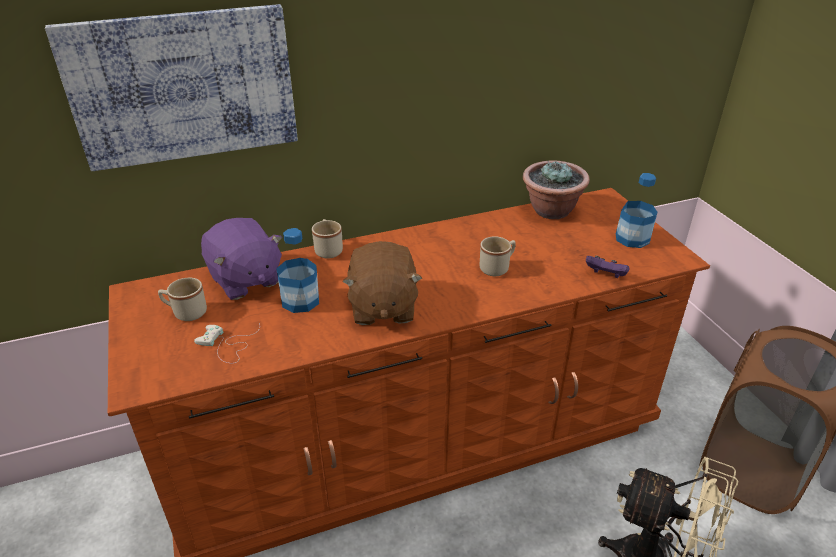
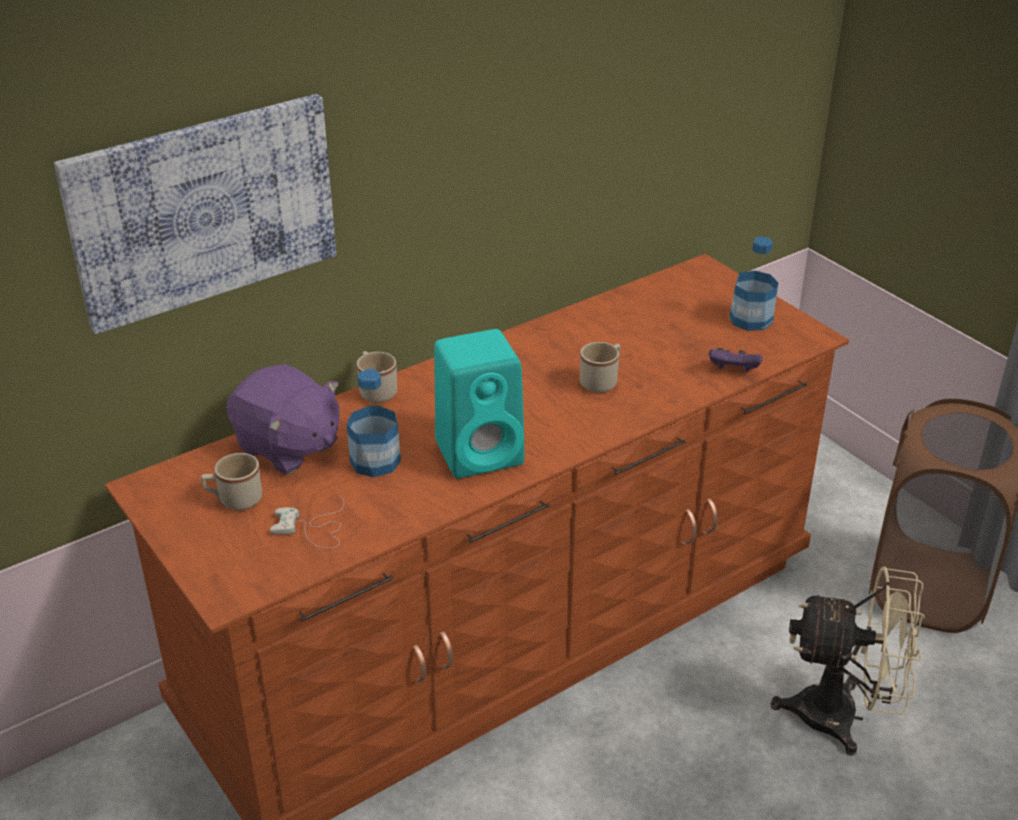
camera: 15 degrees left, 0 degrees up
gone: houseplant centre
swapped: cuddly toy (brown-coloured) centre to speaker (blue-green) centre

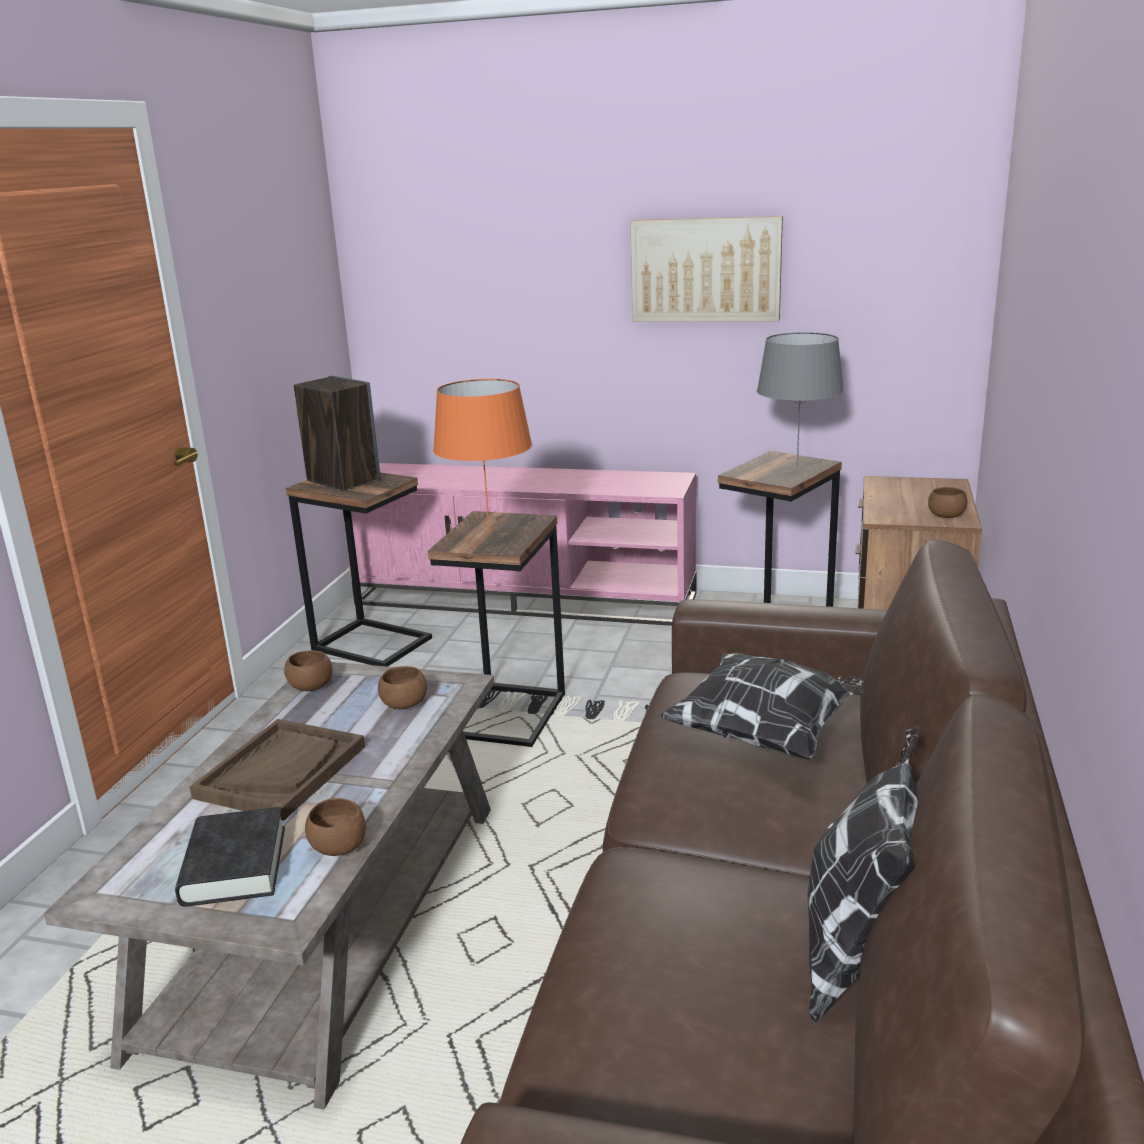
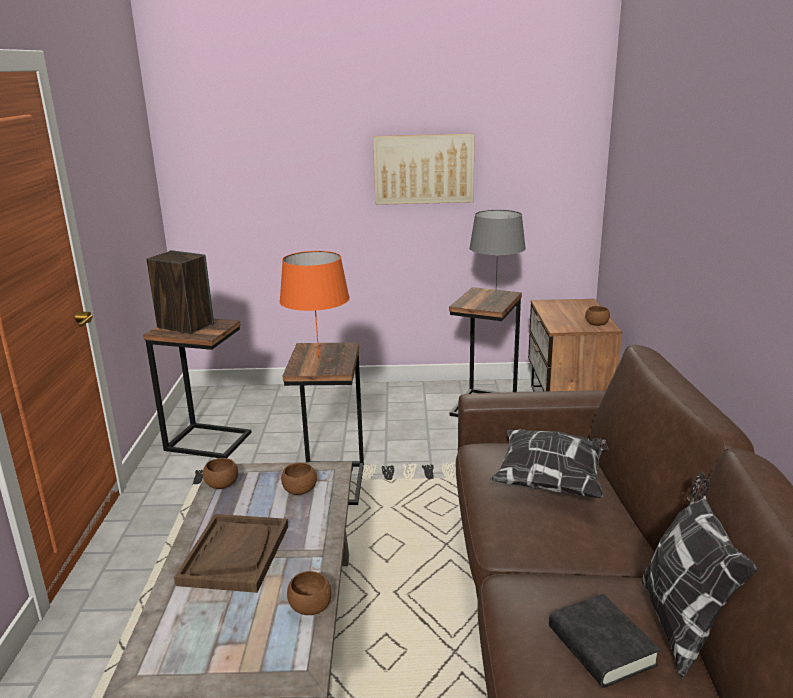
camera: 15 degrees left, 0 degrees up
gone: tv unit (pinkish) centre
shifted: volume (blackish) bottom left to bottom right

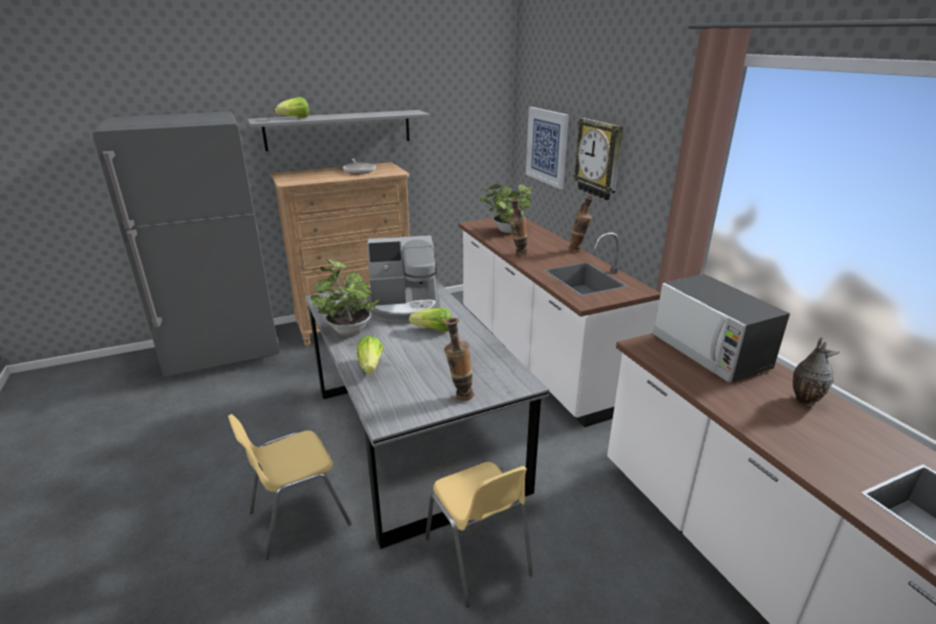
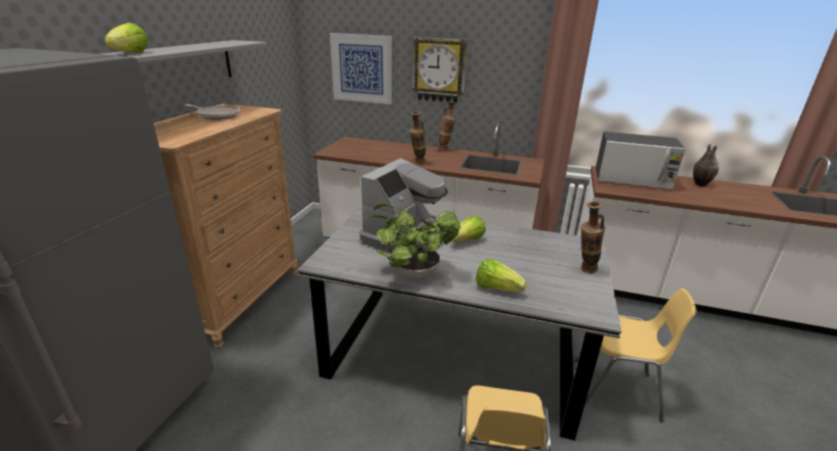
camera: 50 degrees left, 0 degrees up
gone: houseplant (no. 2 from left) centre

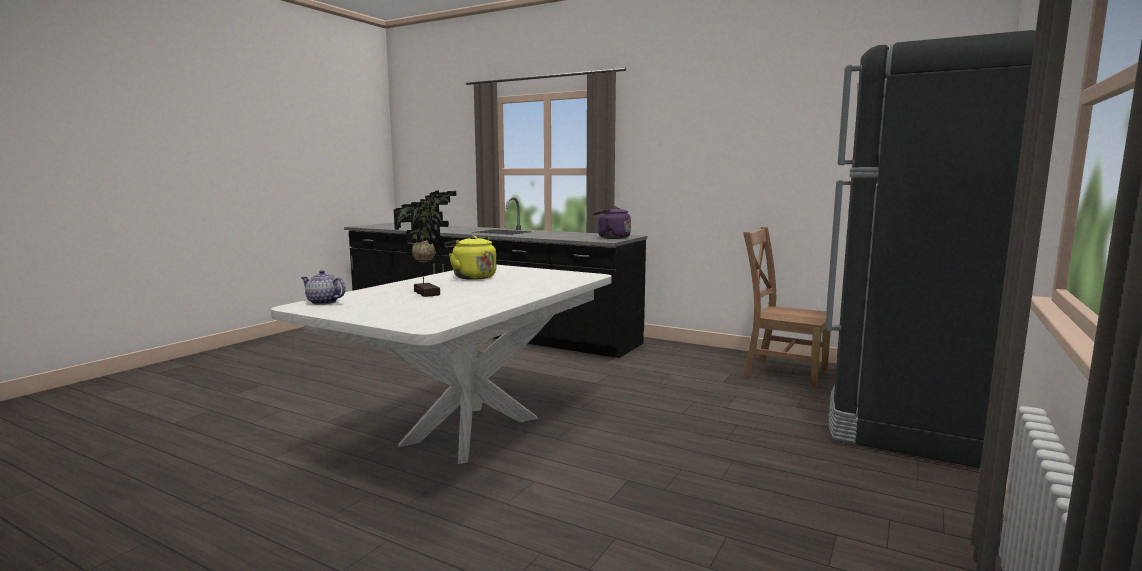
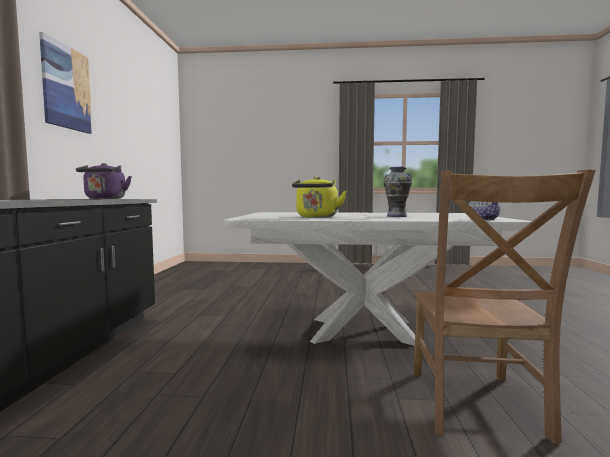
camera: 115 degrees left, 5 degrees down
gone: refrigerator (blackish) middle right
new: picture top left
shifted: plain chair (brown-coloured) middle right to bottom right
swapped: houseplant centre to vase centre

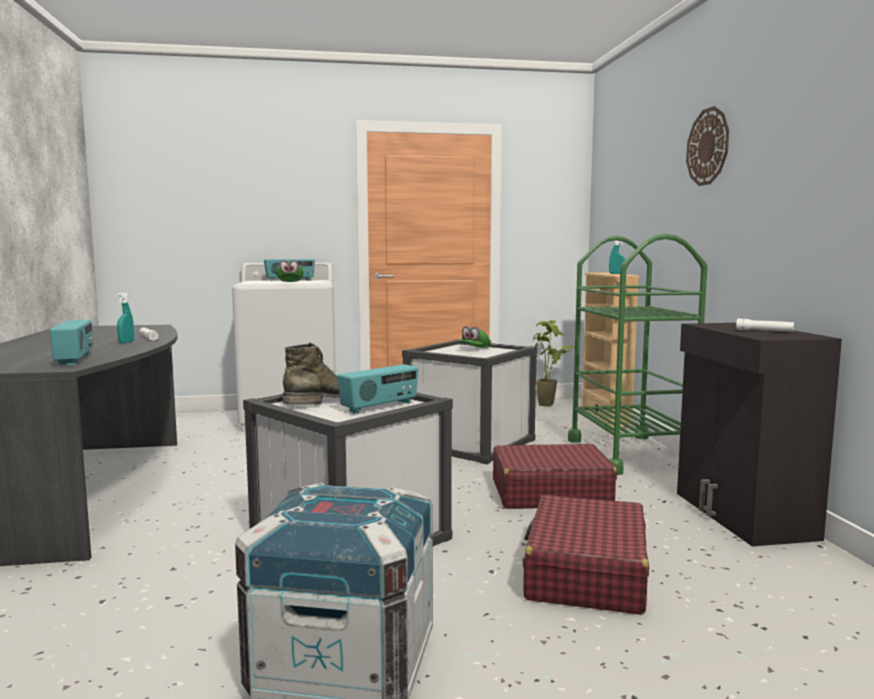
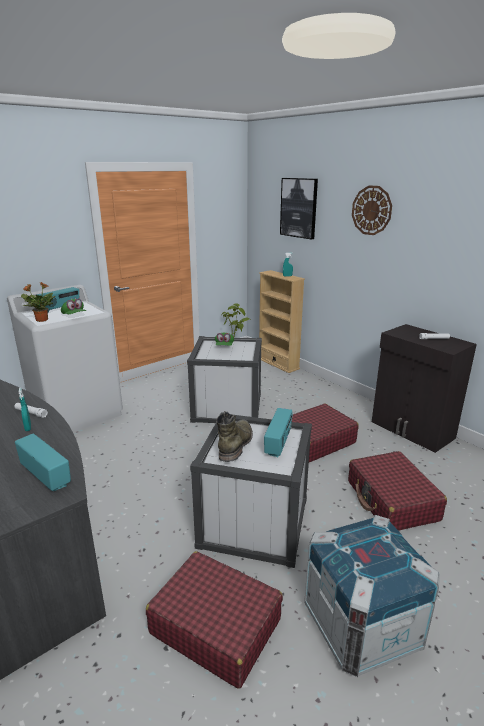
camera: 30 degrees left, 15 degrees up
gone: wheeled cart (green) middle right
new: houseplant (no. 1 from left) middle left; travel case (red-coloured) (no. 1 from left) bottom centre; picture top centre

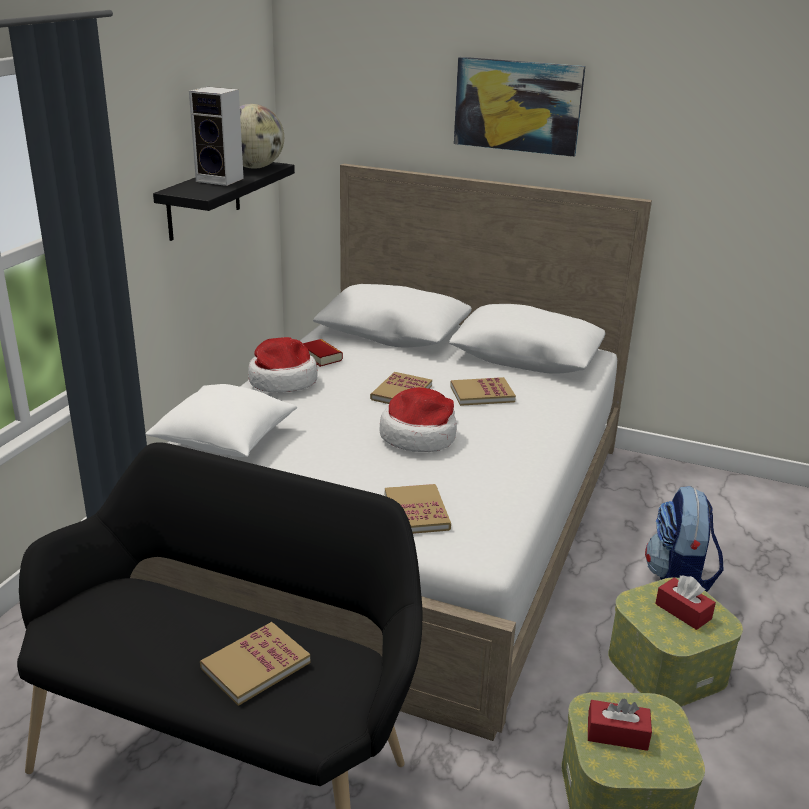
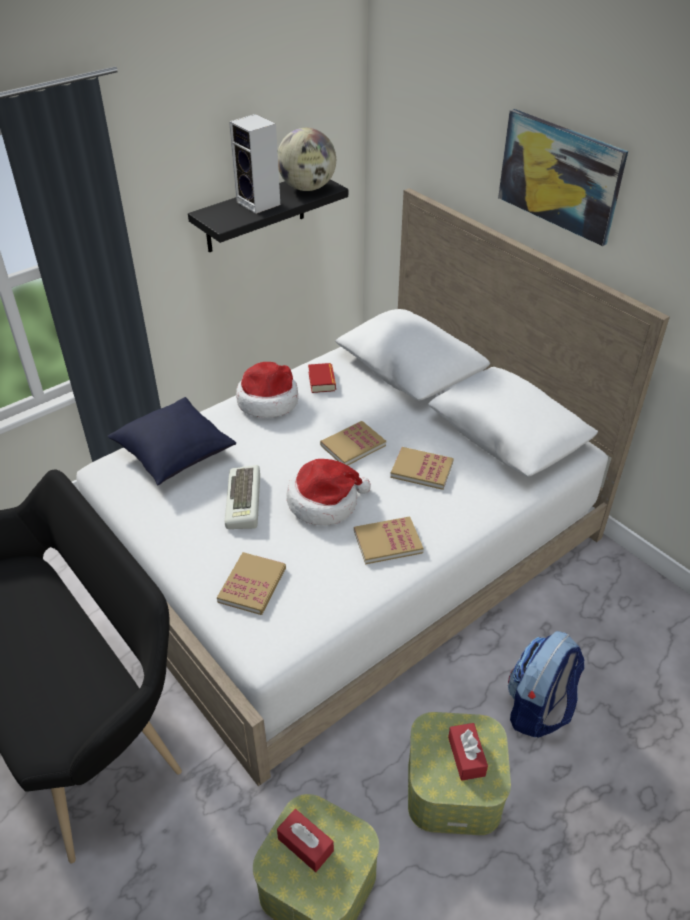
camera: 30 degrees right, 15 degrees up
new: keyboard centre
shifted: volume (no. 1 from left in the first image) bottom left to volume (no. 4 from left) centre
repainted: cushion (whitish) middle left to cushion (blue-coloured) middle left

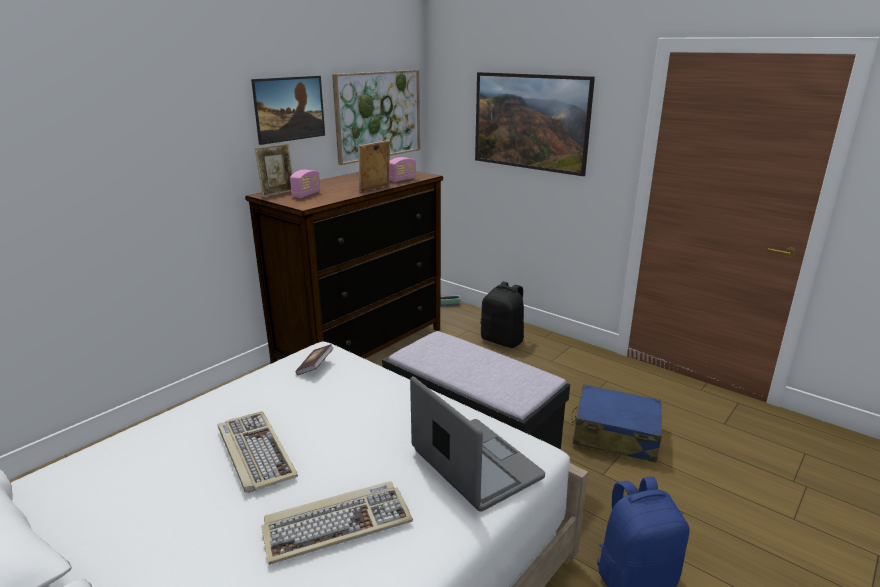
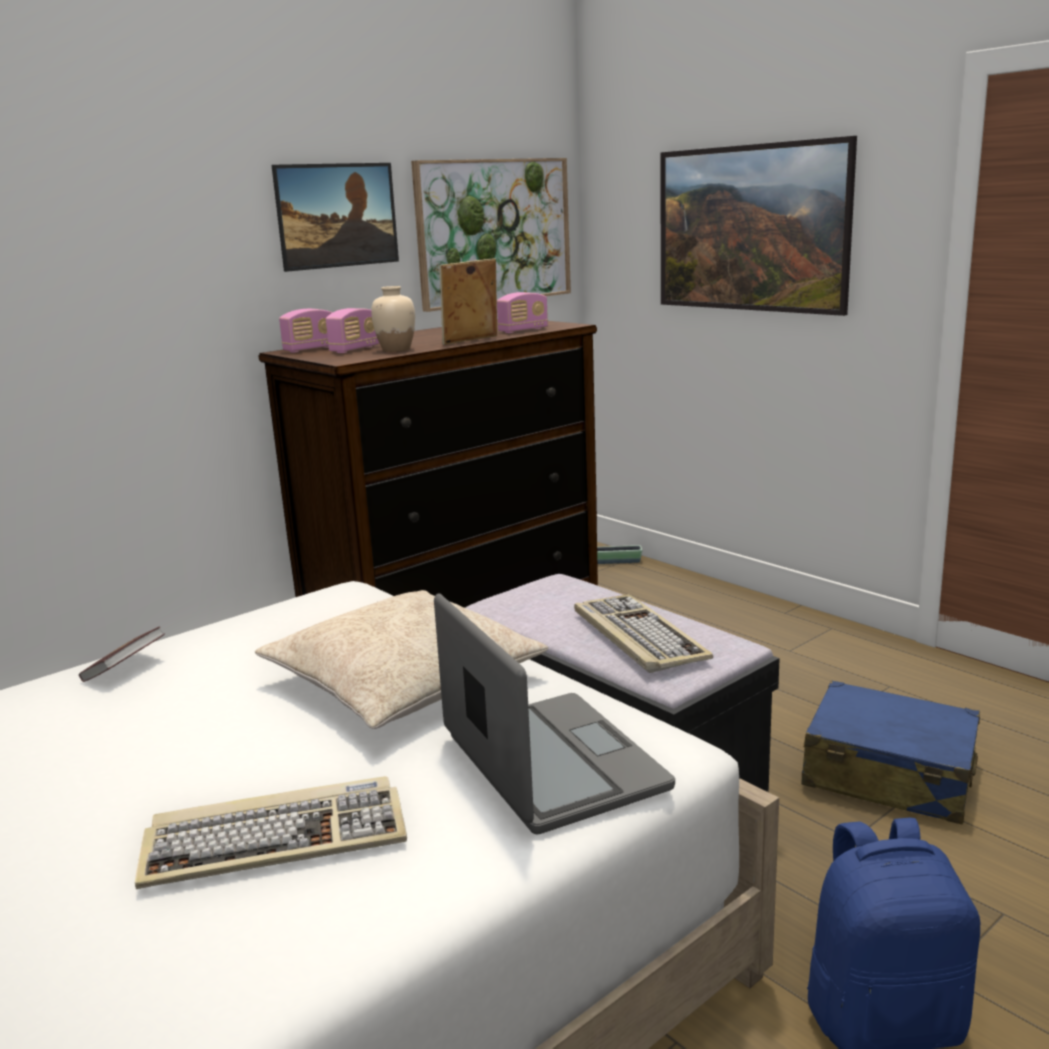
camera: 10 degrees right, 5 degrees down
gone: knapsack (blackish) centre
new: cushion (sand-coloured) centre; vase (sand-coloured) top centre
shifted: keyboard (no. 1 from left in the first image) bottom left to keyboard (no. 2 from left) centre; volume centre to middle left
swapped: picture frame (no. 1 from left) top left to radio (no. 1 from left) top left

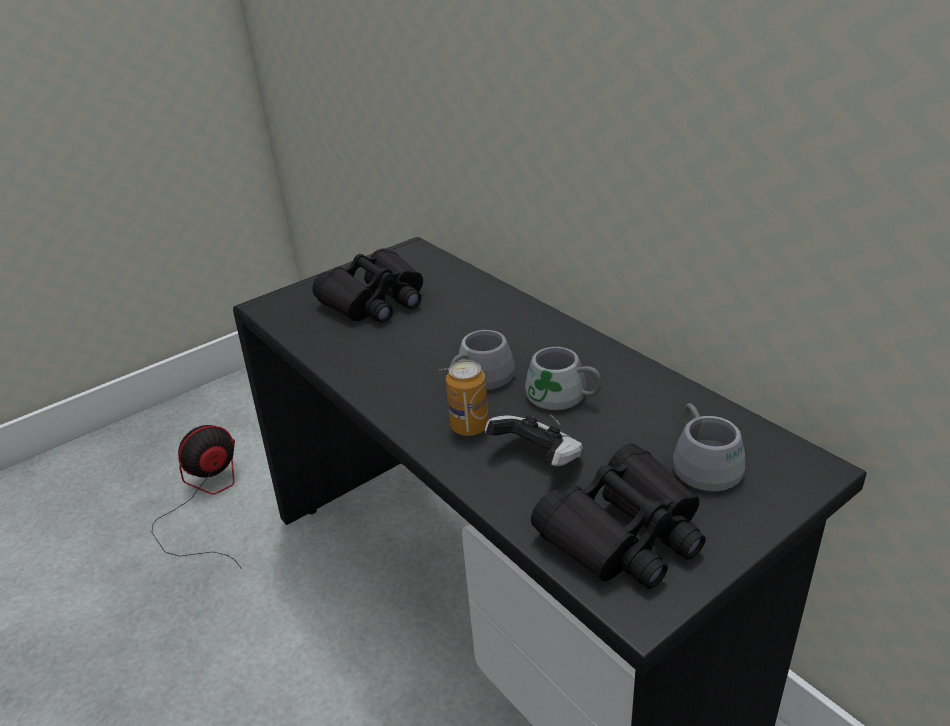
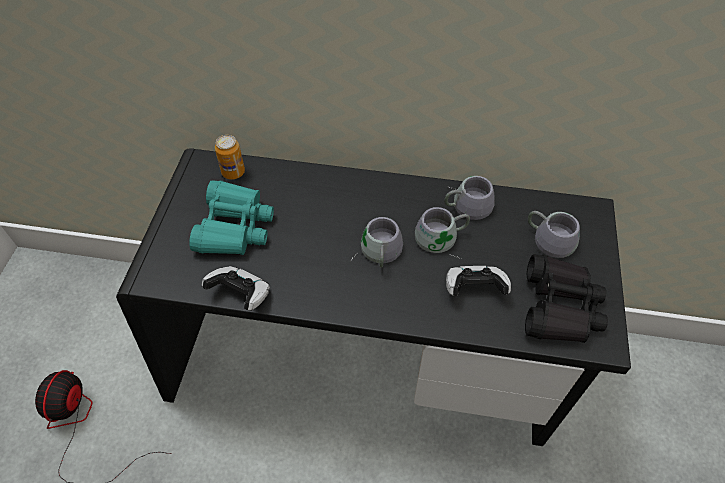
camera: 45 degrees left, 20 degrees up
new: game controller (no. 1 from left) middle left; mug (grey) (no. 3 from left) centre
shifted: sealed can centre to top left
repainted: field glasses (blackish) (no. 1 from left) centre to field glasses (blue-green) middle left

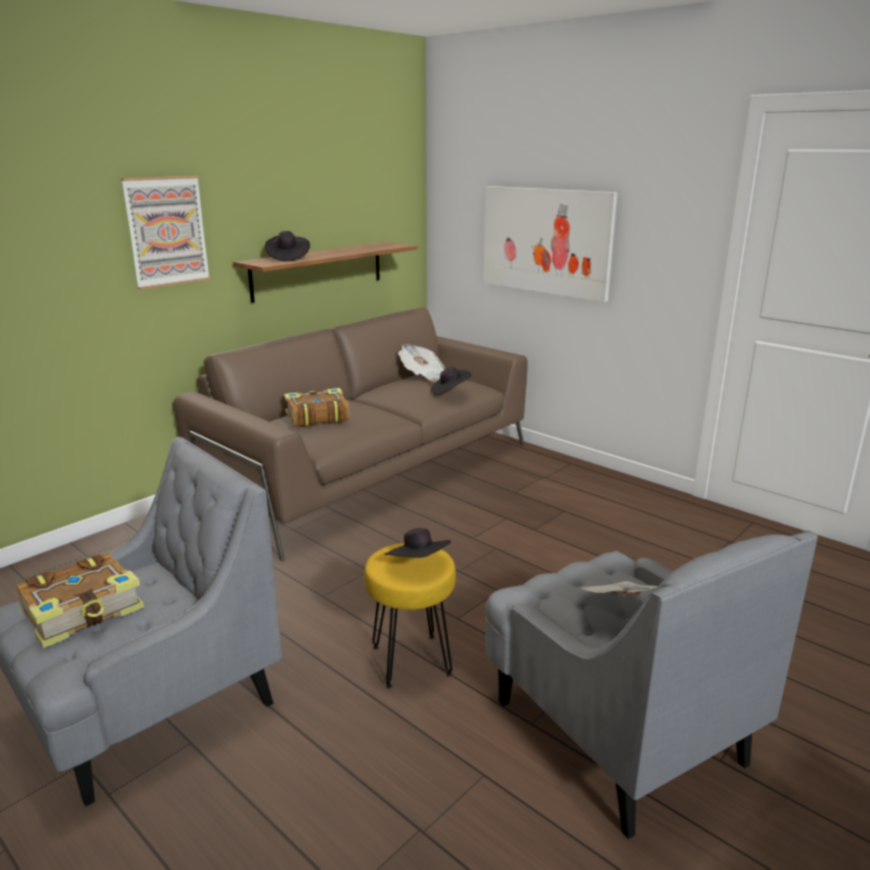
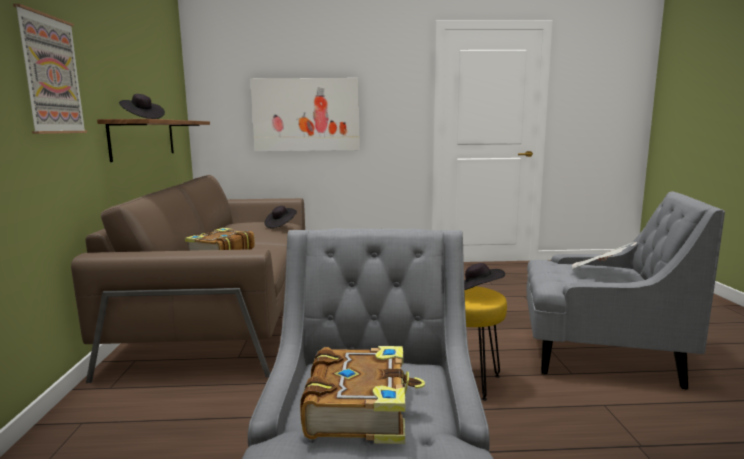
camera: 45 degrees left, 10 degrees down
gone: daily paper (no. 1 from left) centre

